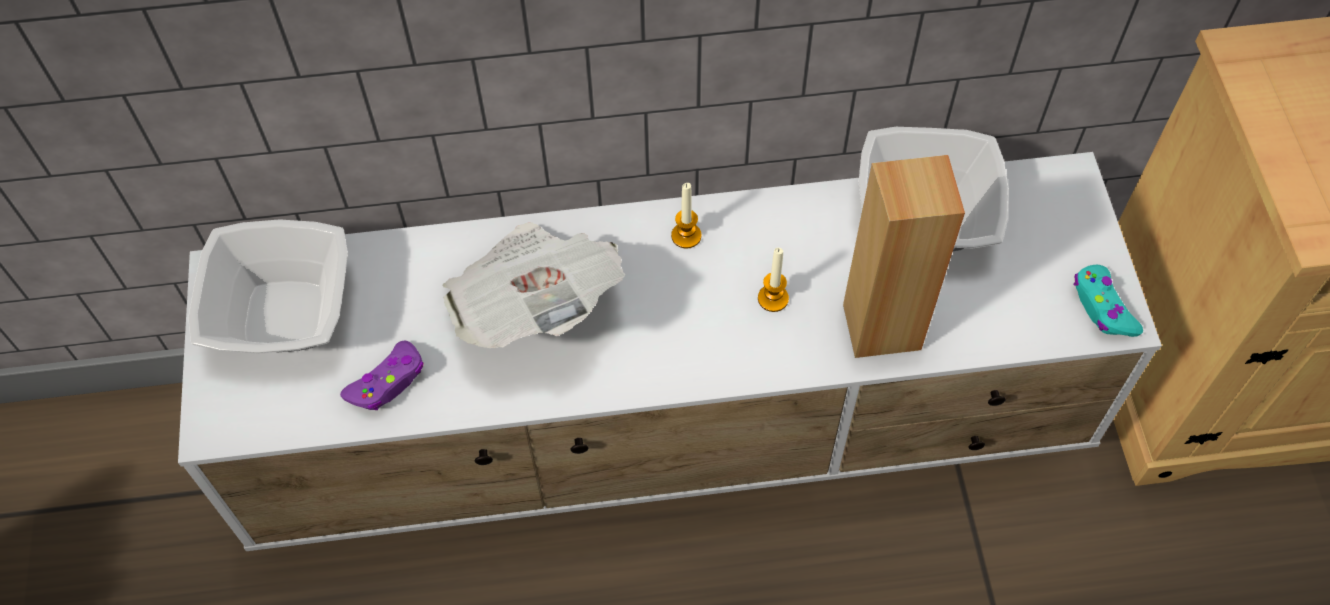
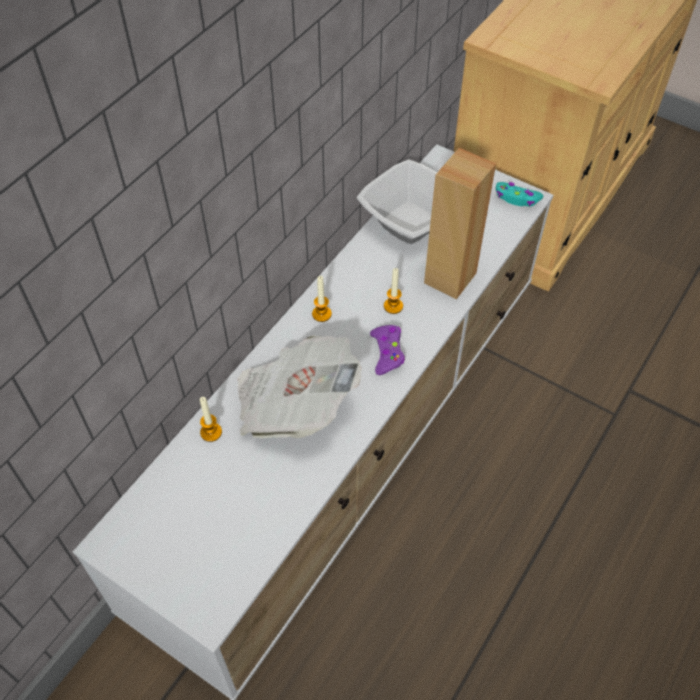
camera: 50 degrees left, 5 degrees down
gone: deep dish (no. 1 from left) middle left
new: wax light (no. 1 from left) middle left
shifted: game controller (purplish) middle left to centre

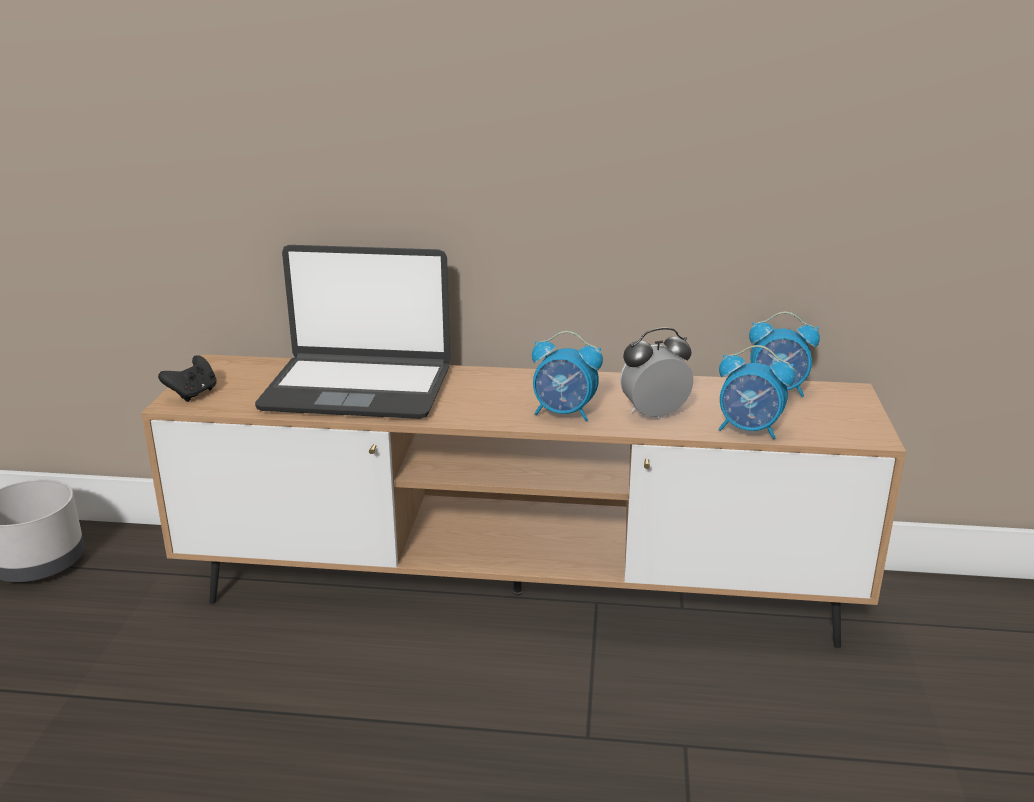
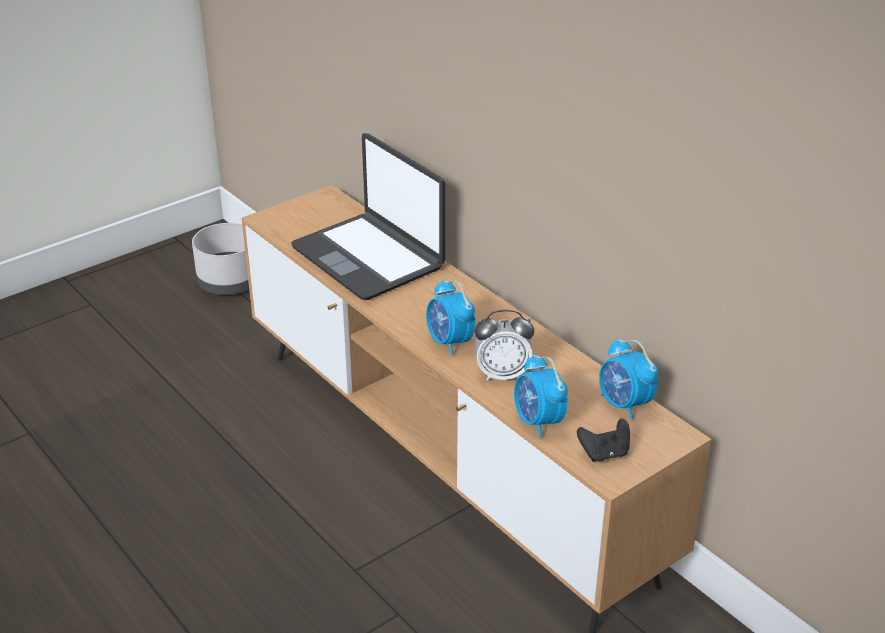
camera: 45 degrees right, 10 degrees up
shifted: game controller (blackish) middle left to bottom right
rotated: alarm clock (no. 2 from left) centre = centre 150 degrees clockwise

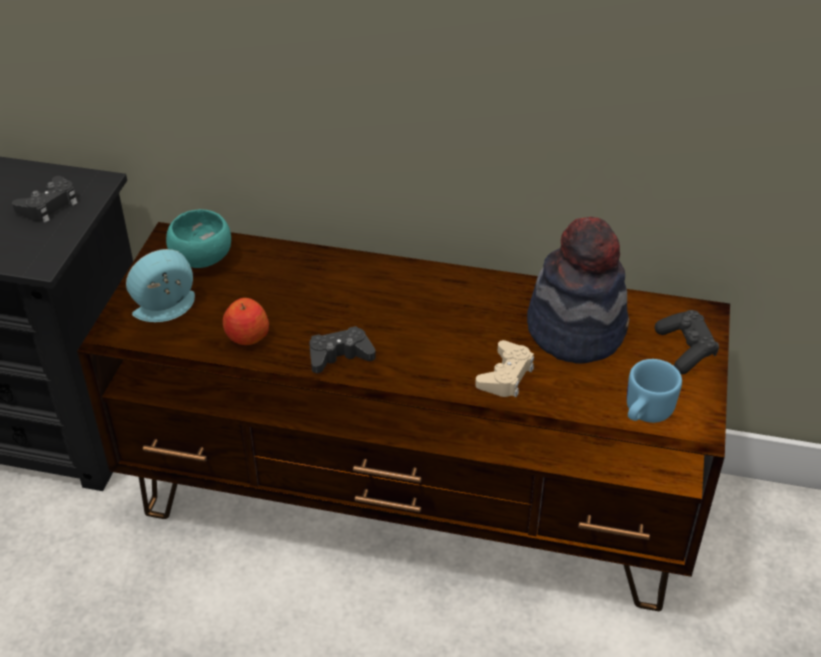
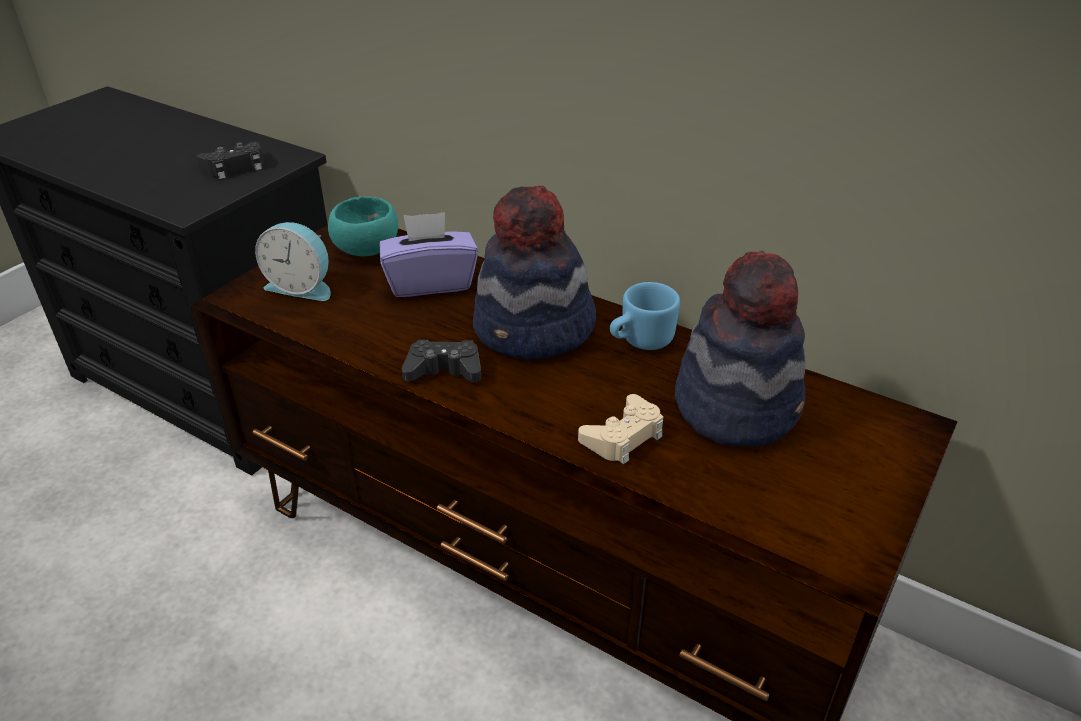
camera: 20 degrees right, 5 degrees down
gone: whole apple middle left; game controller (blackish) (no. 3 from left) middle right
new: tissue holder (purplish) centre; clothing hat (no. 1 from left) centre
shifted: mug (blue-coloured) middle right to centre
rotated: alarm clock middle left = middle left 150 degrees counterclockwise

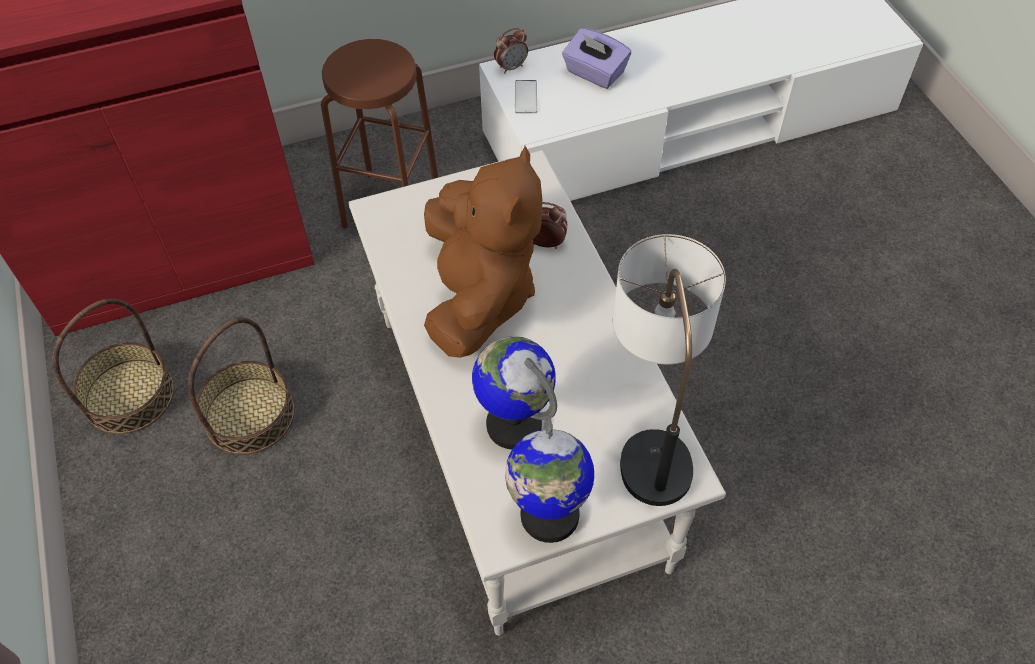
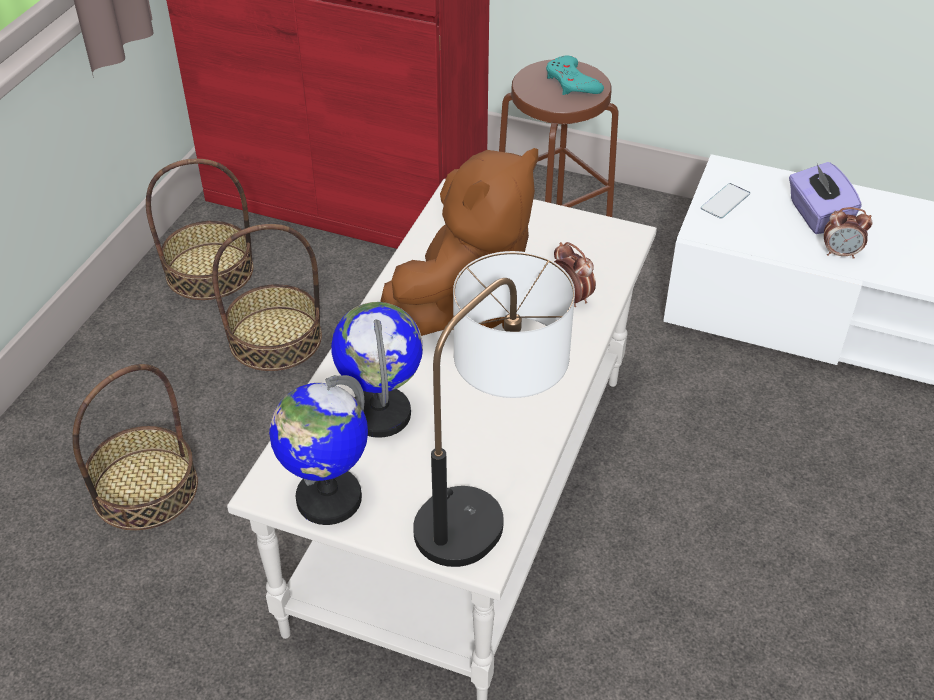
camera: 40 degrees right, 10 degrees down
new: basket (no. 1 from left) middle left; game controller (blue-green) top centre
shifted: alarm clock (no. 1 from left in the first image) top centre to alarm clock (no. 2 from left) top right

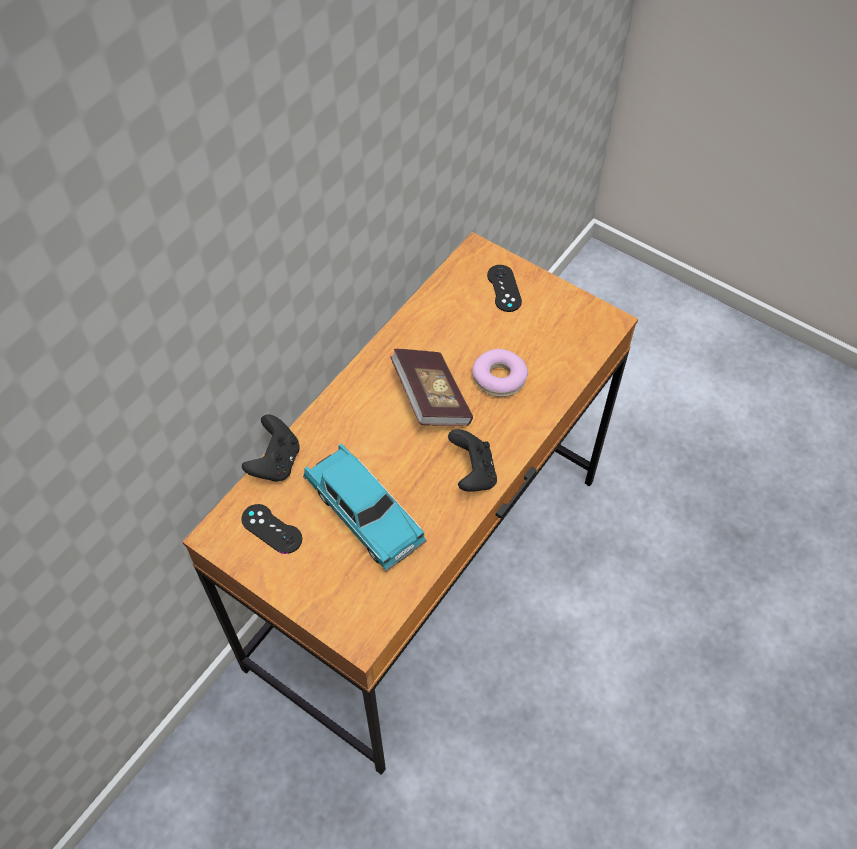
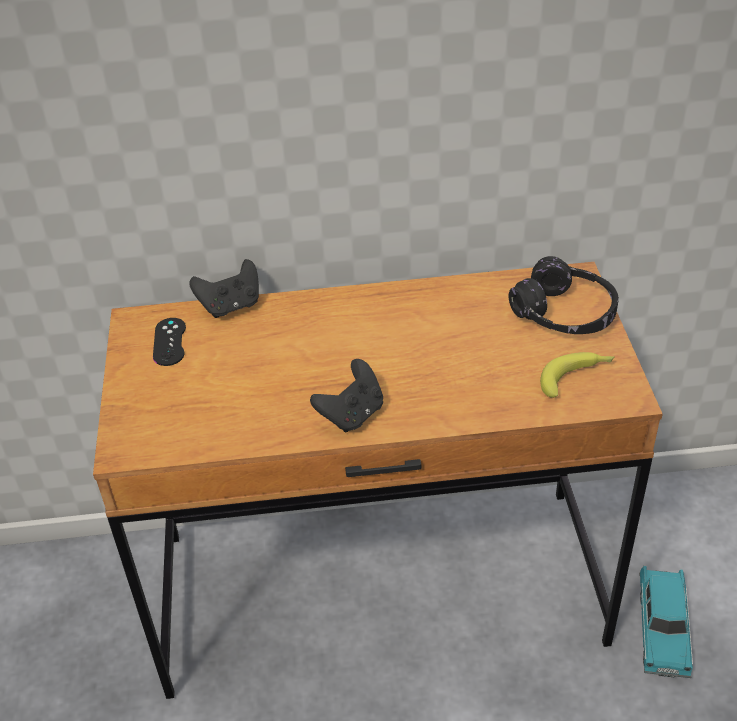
camera: 50 degrees right, 15 degrees down
gone: volume centre; donut centre
new: banana fruit middle right
shifted: model car (blue-green) centre to bottom right
swapped: game controller (blackish) (no. 4 from left) centre to headphones (blackish) middle right

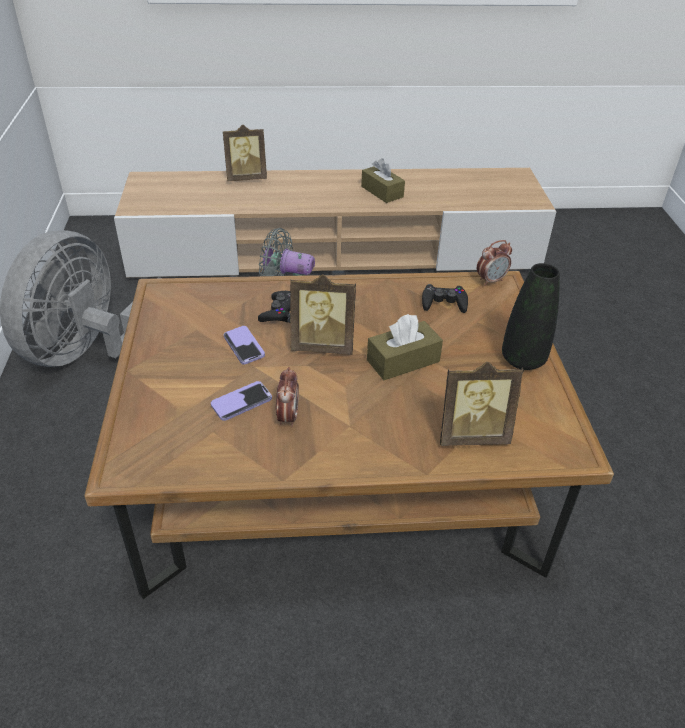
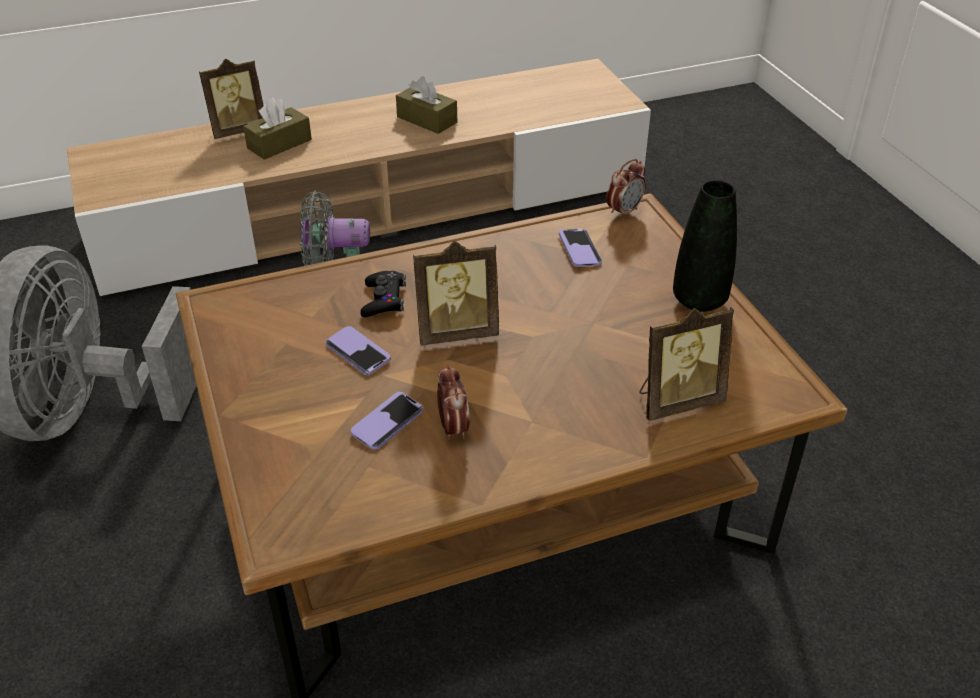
camera: 15 degrees left, 0 degrees up
shifted: tissue holder (brown-coloured) (no. 2 from left in the first image) centre to tissue holder (brown-coloured) (no. 1 from left) top left
swapped: game controller (blackish) (no. 2 from left) centre to handset (no. 3 from left) centre

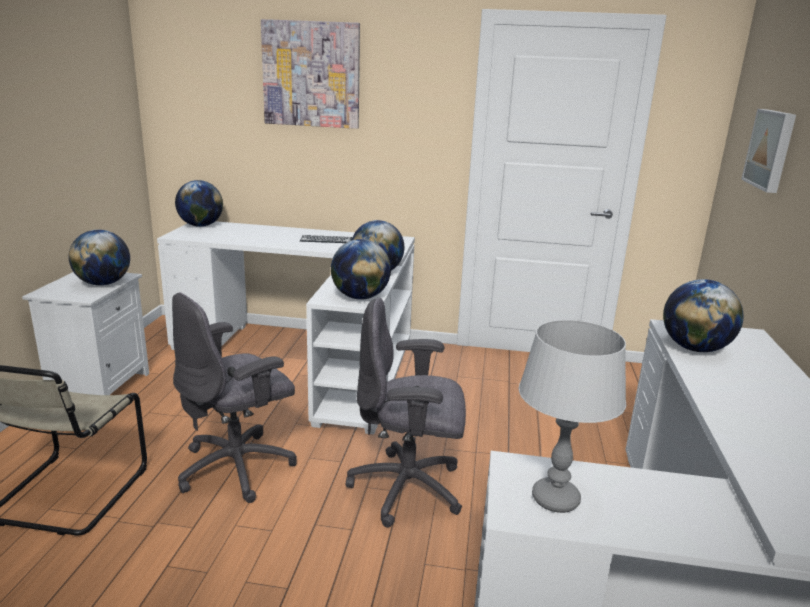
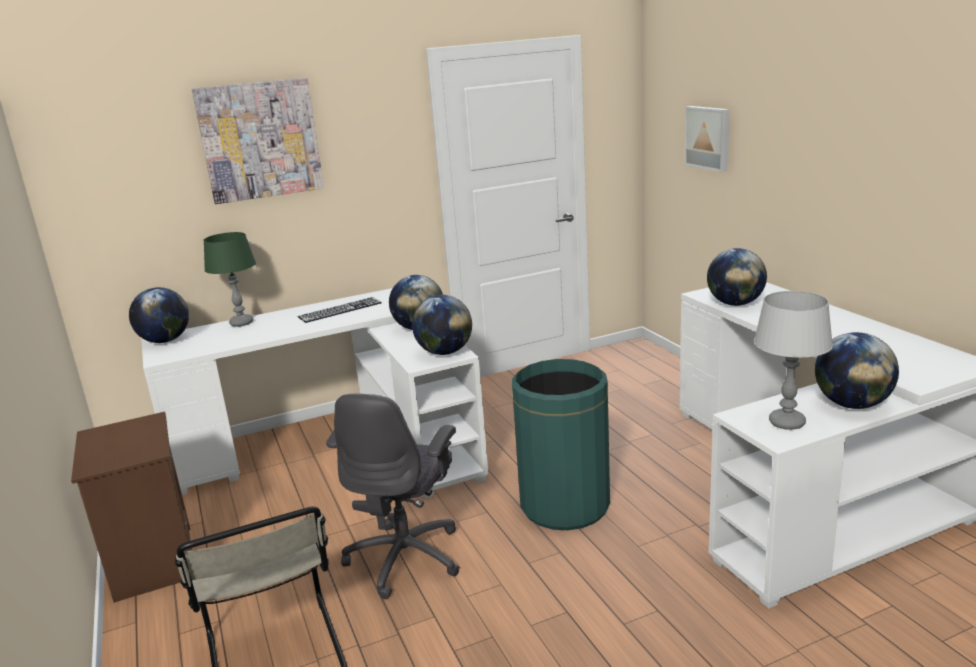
camera: 30 degrees left, 0 degrees up
new: lamp for a table (green) middle left
shifted: world globe (no. 1 from left in the first image) middle left to world globe (no. 5 from left) middle right
swapped: desk chair (grey) (no. 2 from left) bottom centre to rubbish bin (green) centre
repainted: night table (whitish) middle left to night table (brown-coloured) bottom left

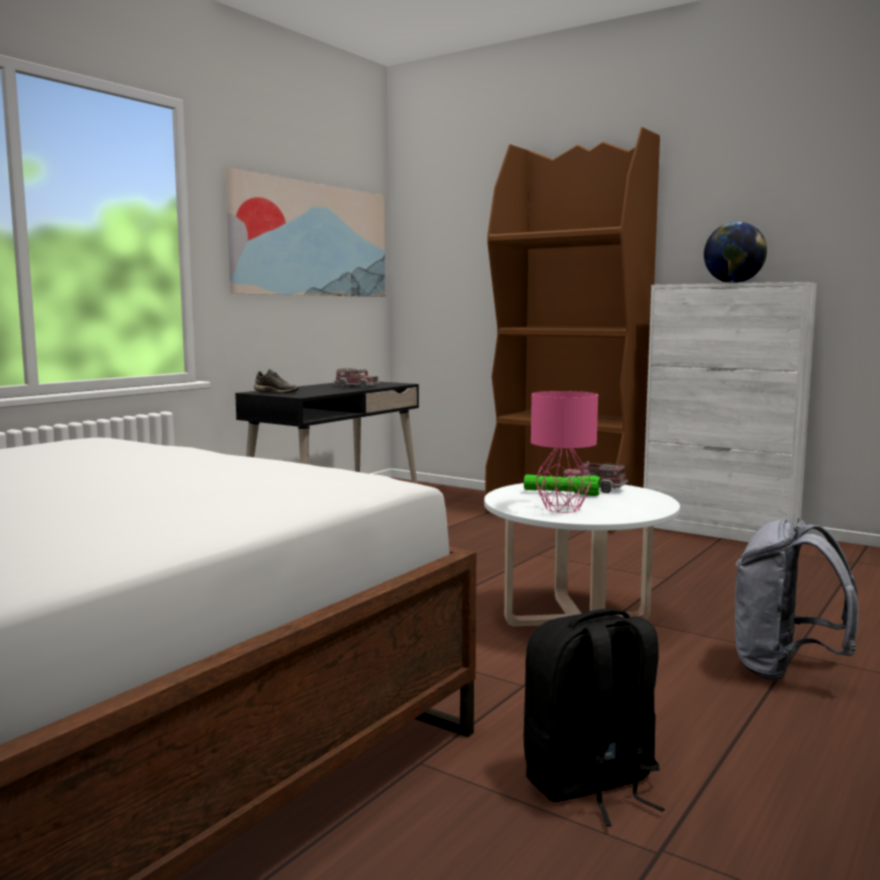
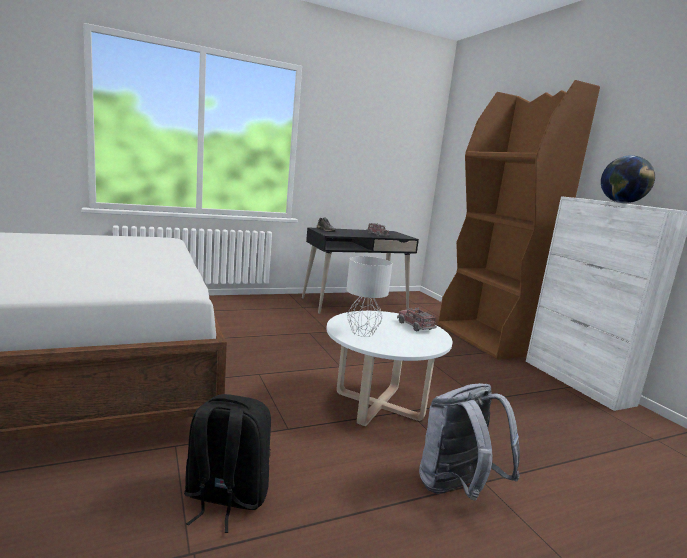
camera: 30 degrees right, 5 degrees up
gone: picture top centre; torch (green) centre
repainted: lamp for a table (pinkish) centre to lamp for a table (grey) centre

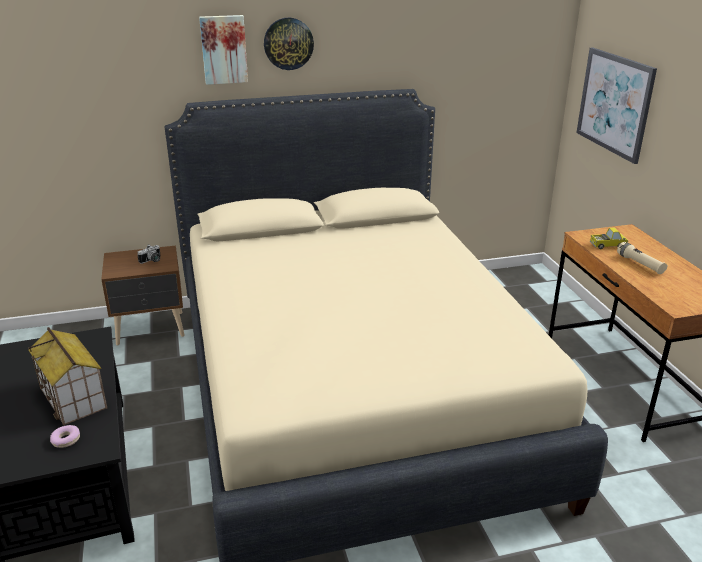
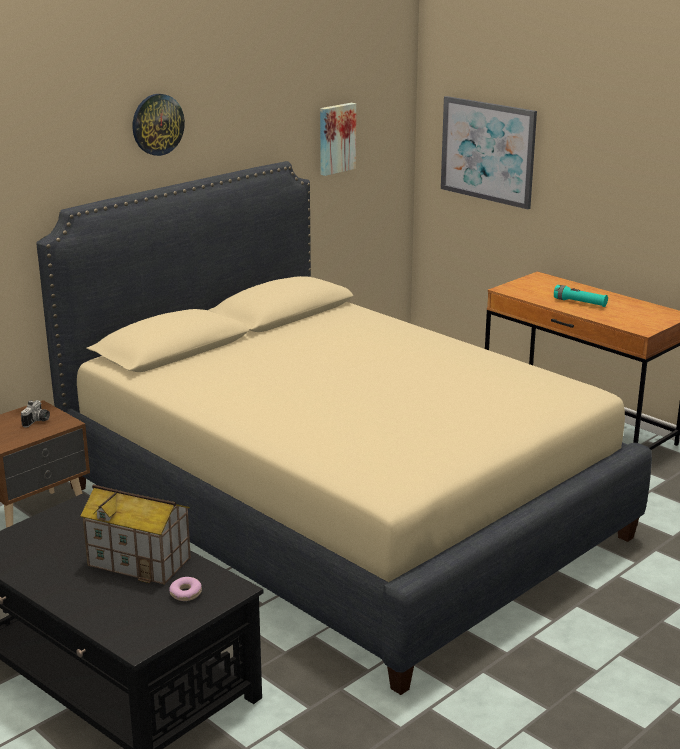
camera: 30 degrees left, 5 degrees down
gone: toy lorry middle right
shifted: picture (no. 1 from left) top left to top centre
repainted: torch (sand-coloured) middle right to torch (blue-green) middle right

